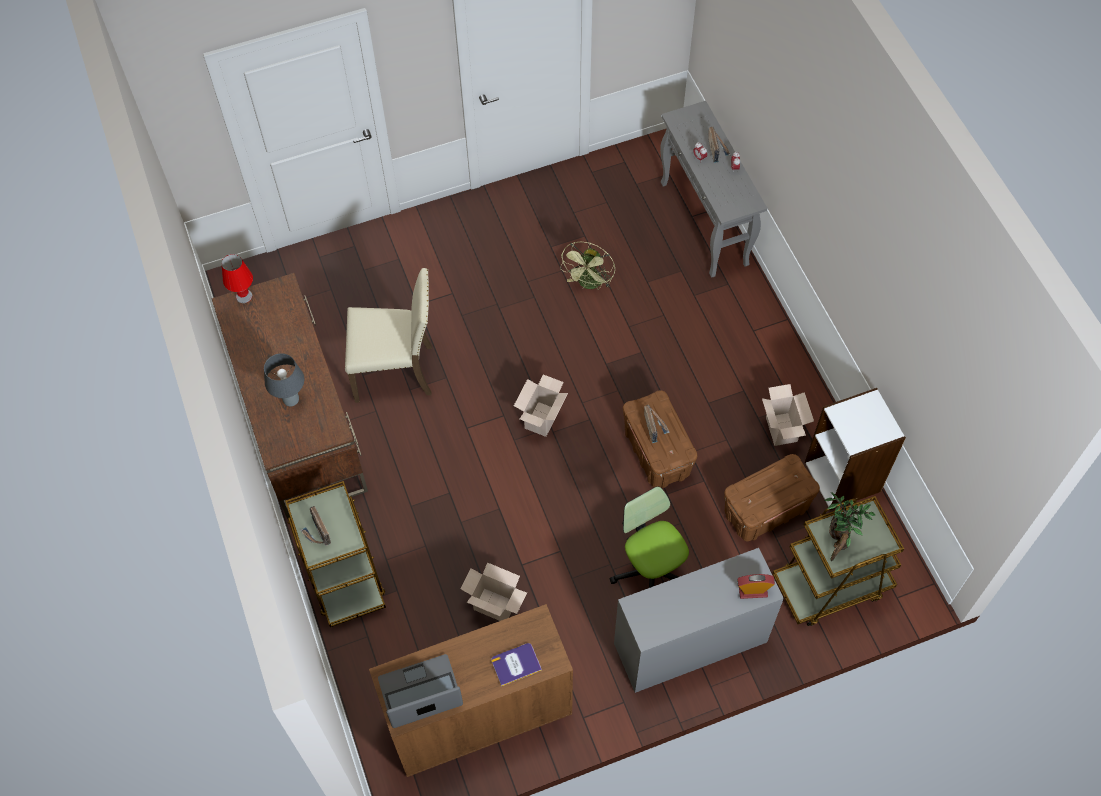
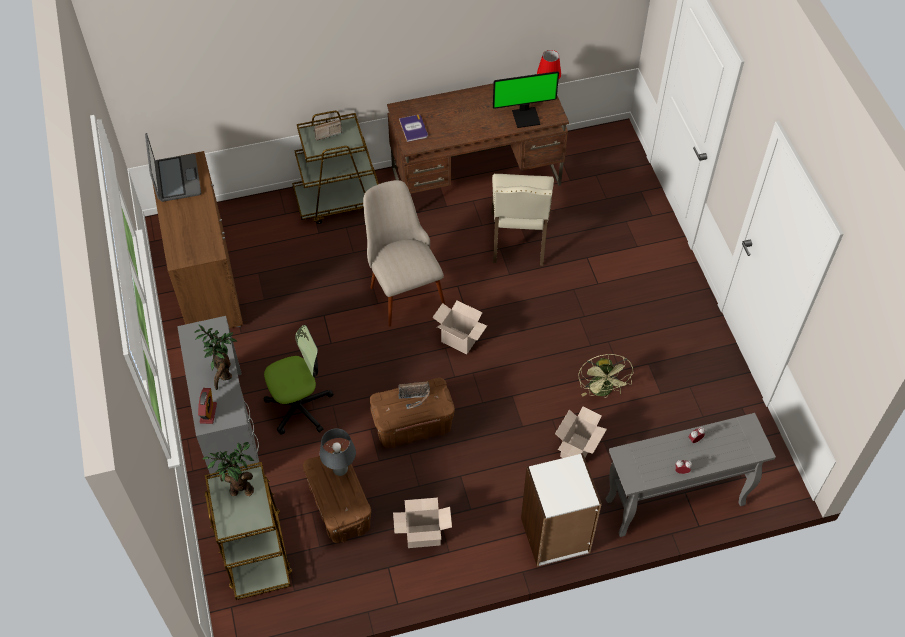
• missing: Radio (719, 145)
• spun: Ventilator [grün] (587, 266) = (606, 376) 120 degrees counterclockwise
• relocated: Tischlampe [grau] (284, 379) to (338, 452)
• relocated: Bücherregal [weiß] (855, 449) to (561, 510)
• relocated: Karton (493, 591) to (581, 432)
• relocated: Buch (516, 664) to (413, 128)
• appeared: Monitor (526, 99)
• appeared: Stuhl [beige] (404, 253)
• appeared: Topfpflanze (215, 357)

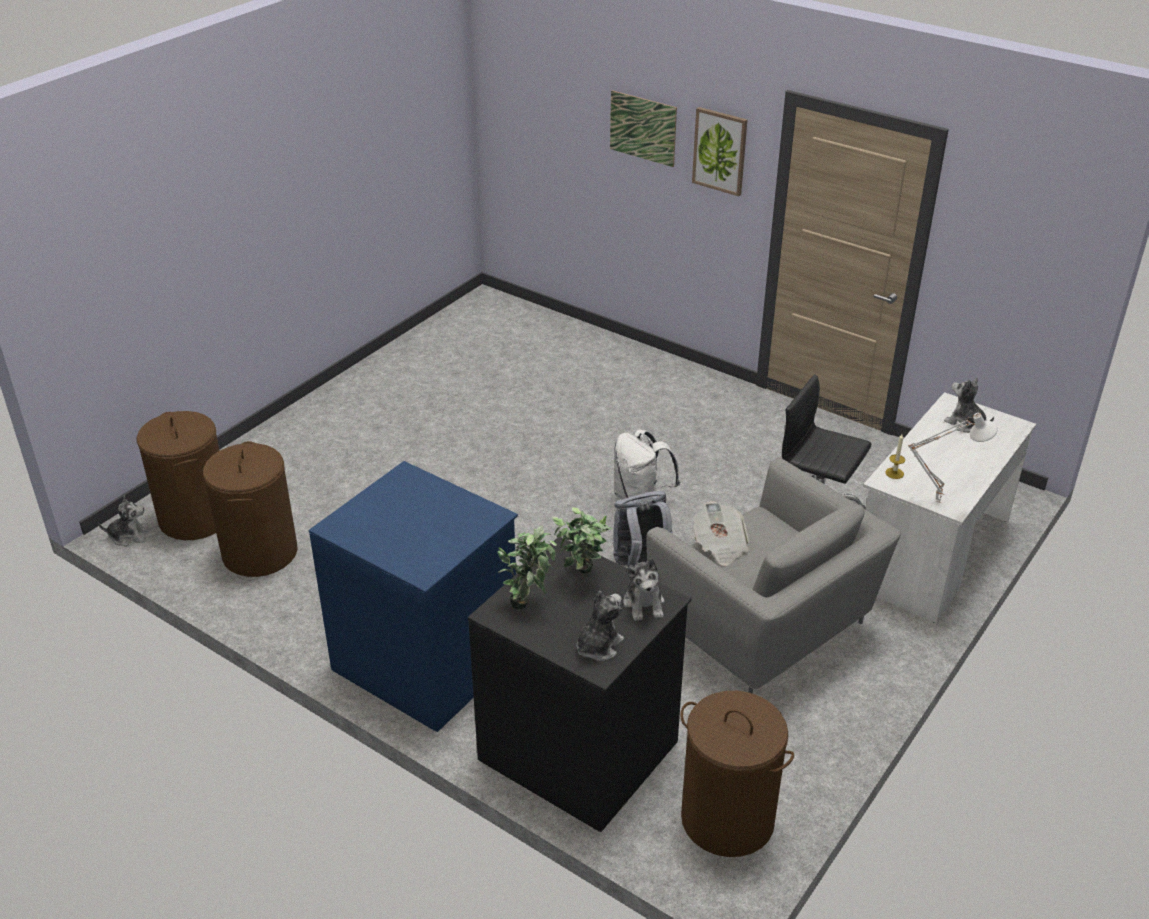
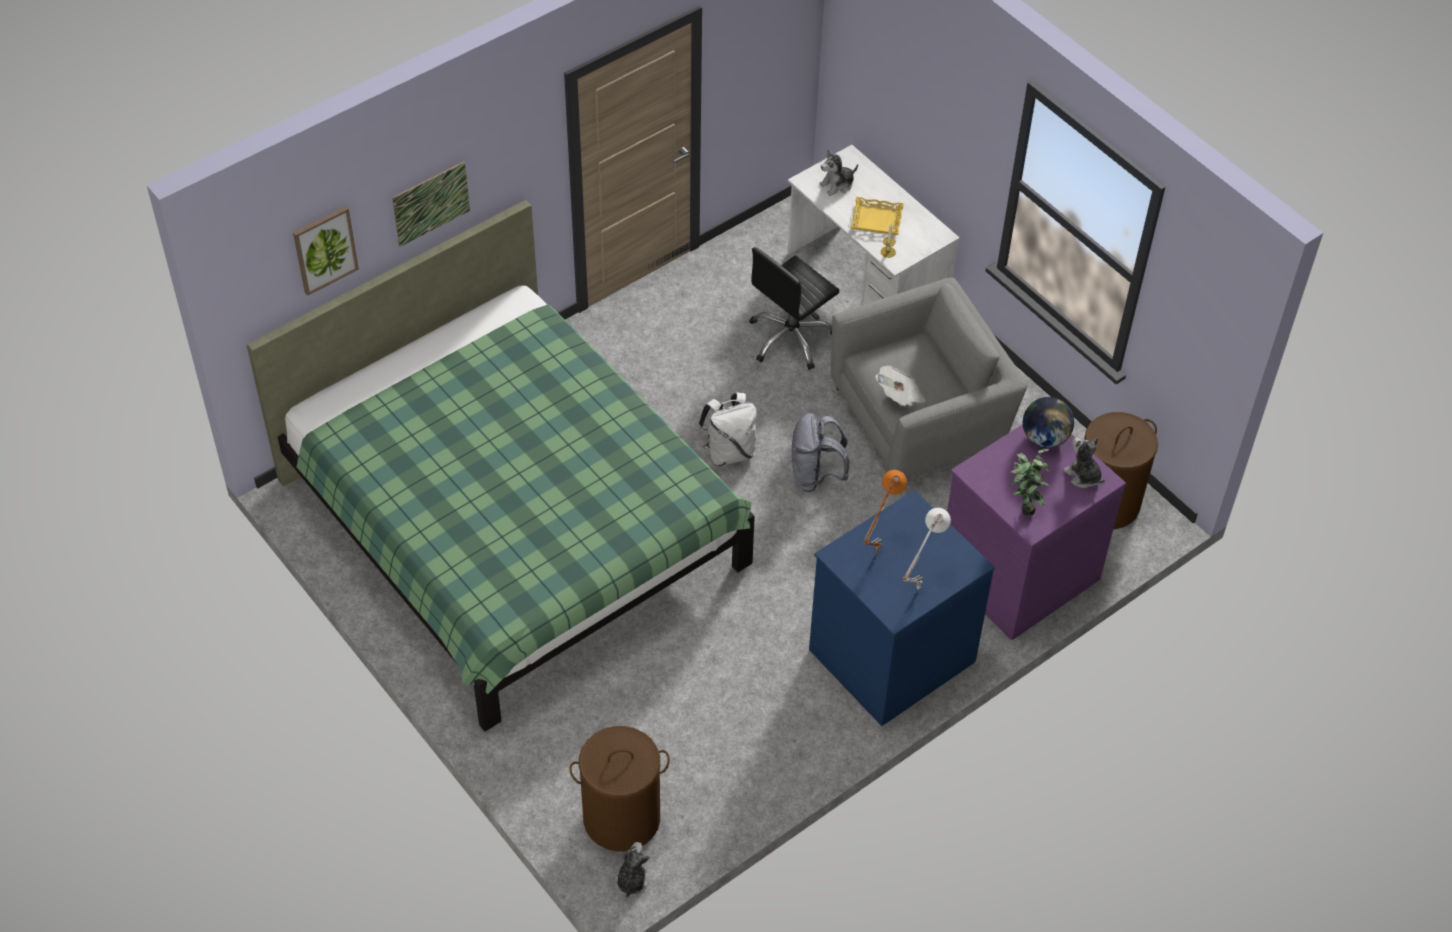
• relocated: Bild (719, 151) to (326, 251)
• relocated: Tischlampe [weiß] (953, 458) to (927, 549)
• missing: Wäschekorb [braun] (250, 509)
• missing: Topfpflanze (582, 540)
• colour: Kommode [schwarz] (580, 684) to Kommode [lila] (1036, 532)
• exchanged: Plüschtier (644, 589) to Globus (1048, 422)
• appeared: Tablett [gelb] (877, 216)
• appeared: Bett [grün] (501, 465)
• appeared: Tischlampe [orange] (885, 511)

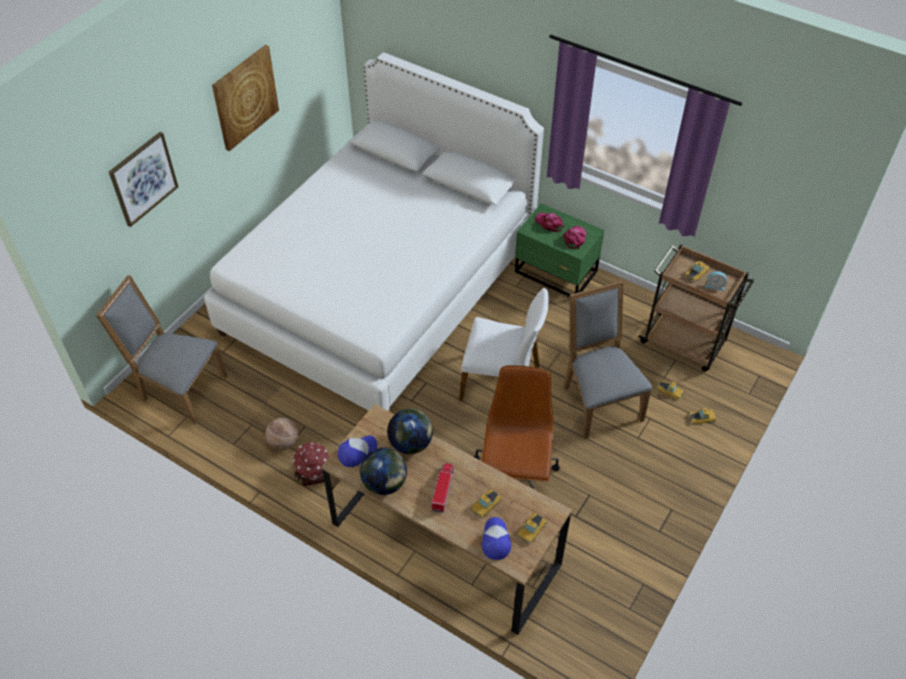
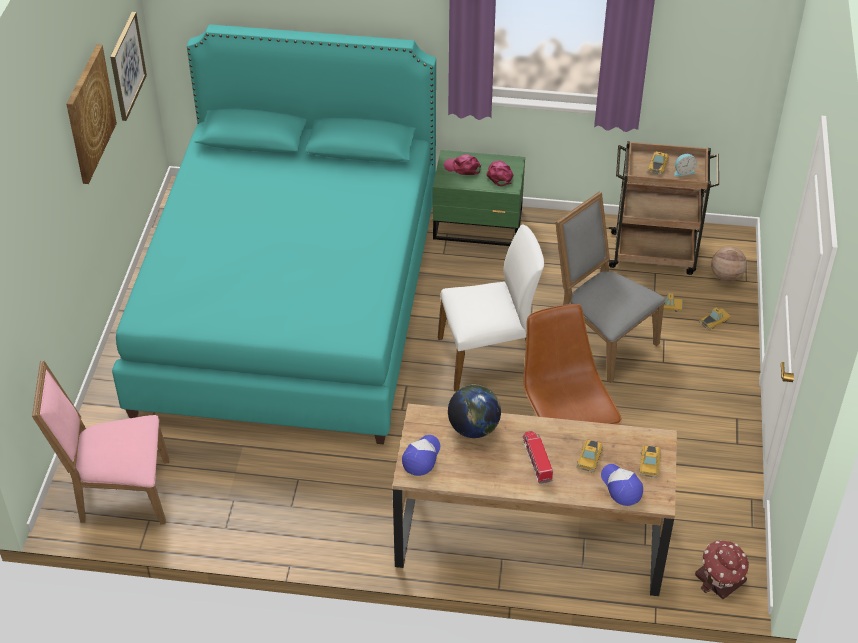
• colour: Bett [weiß] (374, 231) to Bett [türkis] (274, 234)
• relocated: Bild (143, 179) to (128, 66)
• colour: Stuhl [grau] (162, 349) to Stuhl [rosa] (100, 442)
• relocated: Basketball (282, 434) to (729, 264)
• relocated: Spielzeughaus (311, 464) to (722, 569)
• missing: Globus (383, 471)

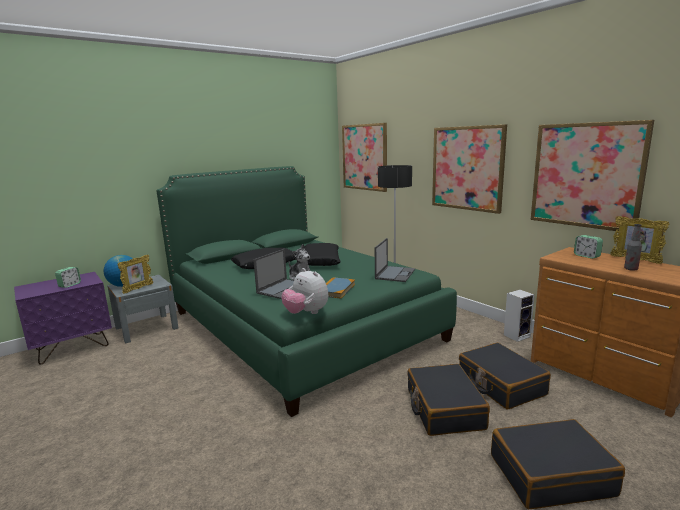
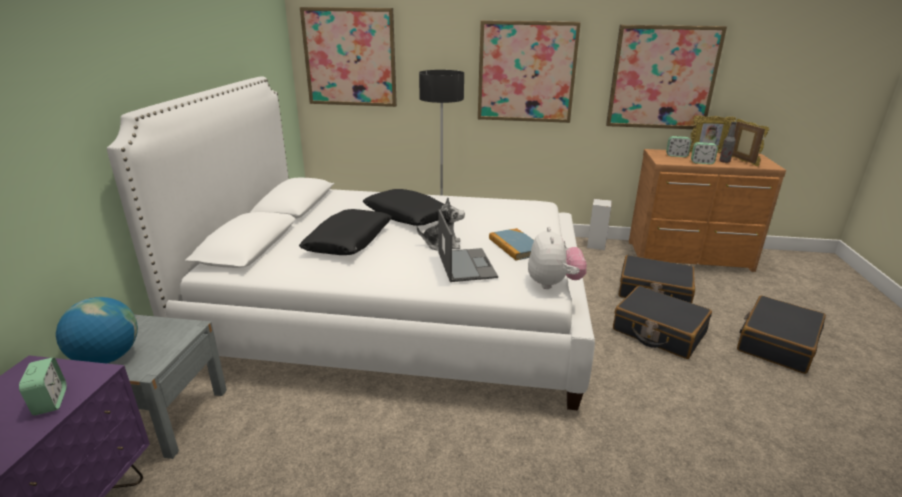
• colour: Bett [grün] (306, 291) to Bett [weiß] (351, 243)
• missing: Laptop (395, 260)
• relocated: Bilderrahmen (135, 274) to (750, 142)
• spun: Plüschtier (305, 291) = (557, 258) 90 degrees counterclockwise
• appeared: Wecker (704, 153)

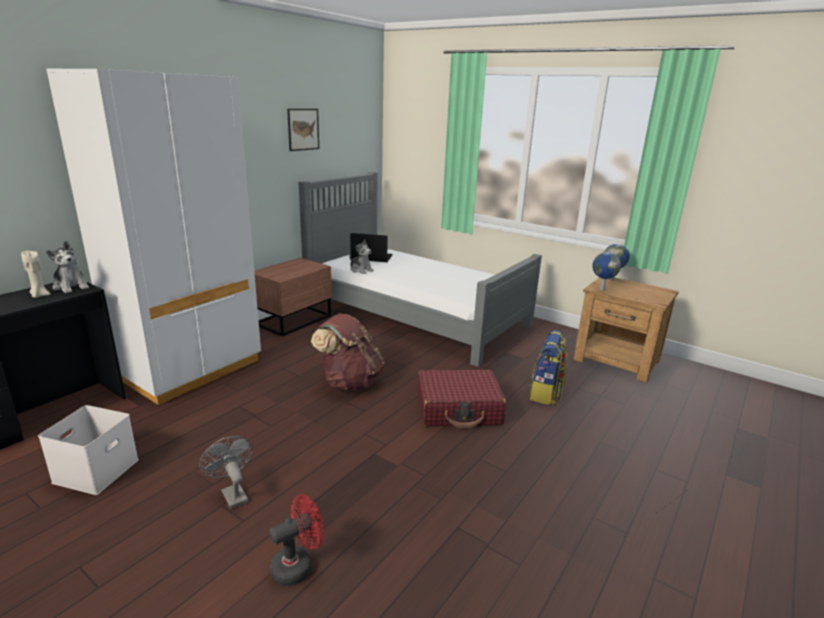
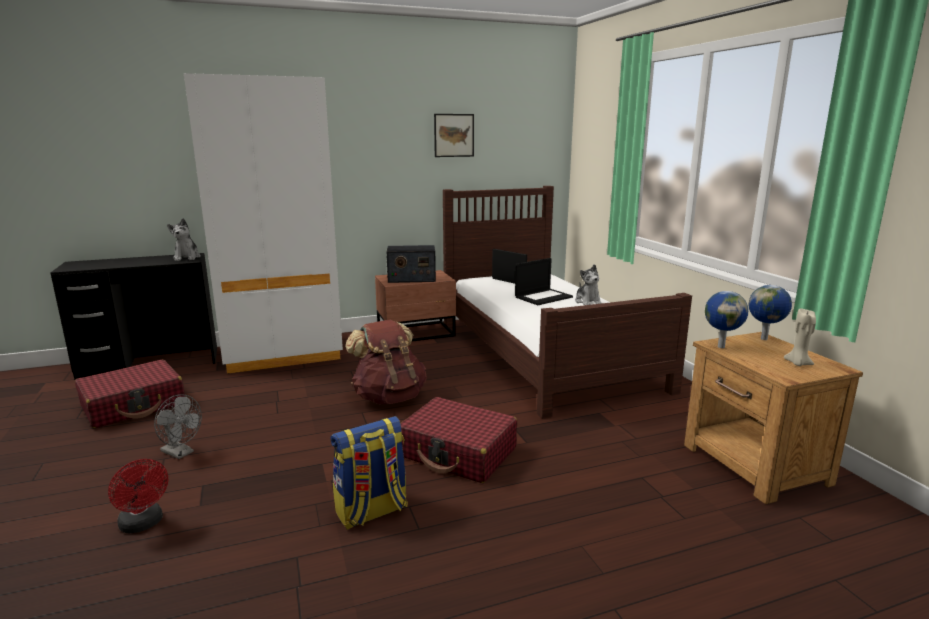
• colour: Bett [grau] (420, 269) to Bett [braun] (567, 302)
• relocated: Plüschtier (361, 256) to (588, 284)
• relocated: Kerze [beige] (36, 274) to (800, 337)
• relocated: Rucksack (548, 367) to (369, 473)
• exchanged: Aufbewahrungsbox [weiß] (88, 450) to Koffer [rot] (130, 394)
• spun: Ventilator [grau] (226, 472) = (178, 426) 120 degrees clockwise
• spun: Ventilator [rot] (296, 540) = (138, 496) 45 degrees clockwise
• appeared: Radio (411, 264)
• appeared: Laptop (544, 281)

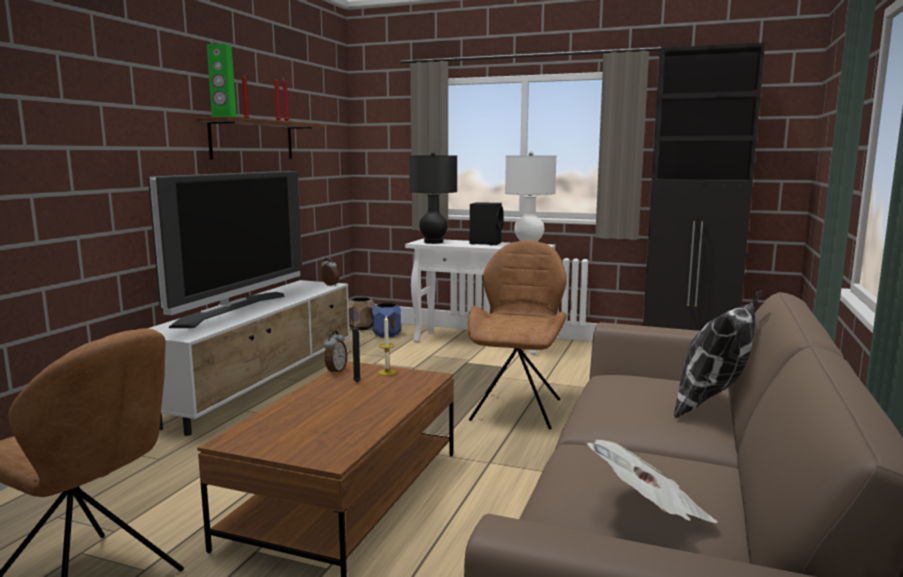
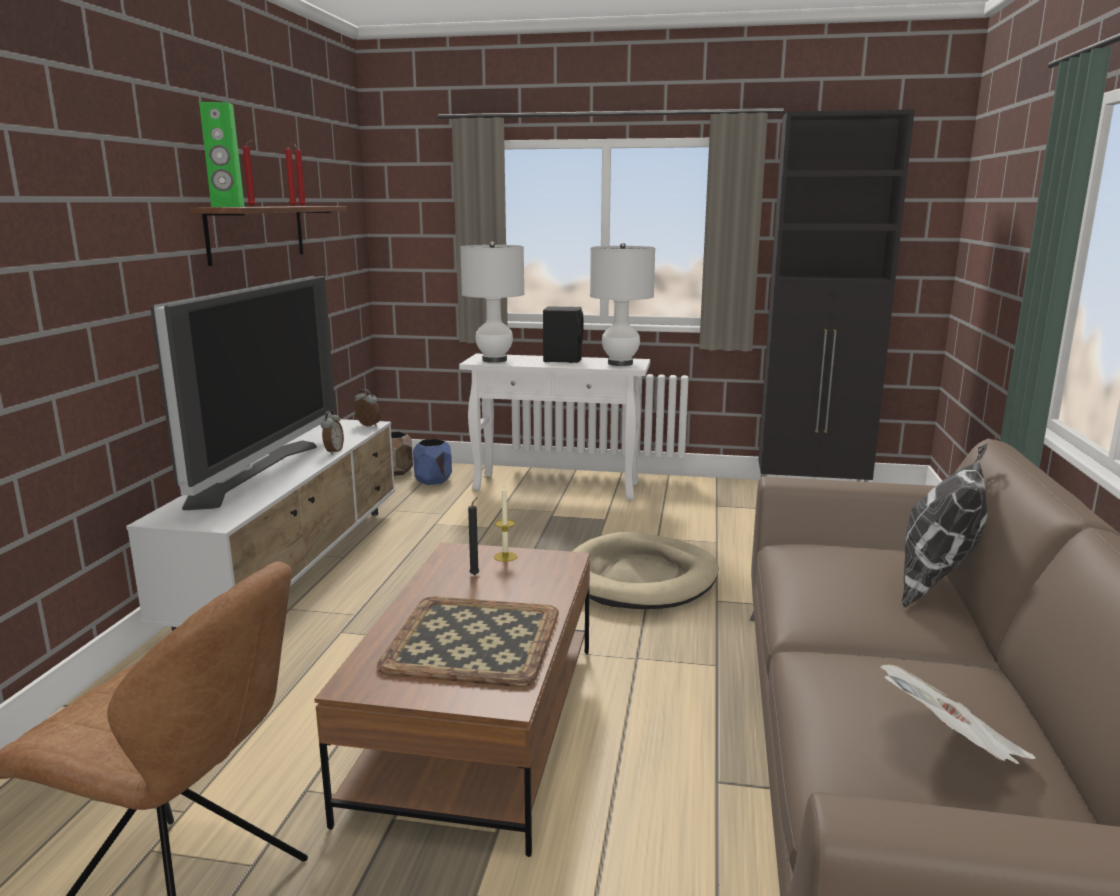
• colour: Tischlampe [schwarz] (433, 198) to Tischlampe [weiß] (492, 302)
• exchanged: Stuhl [braun] (517, 335) to Hundebett [beige] (644, 570)
• relocated: Wecker (335, 352) to (332, 432)
• appeared: Tablett (468, 641)

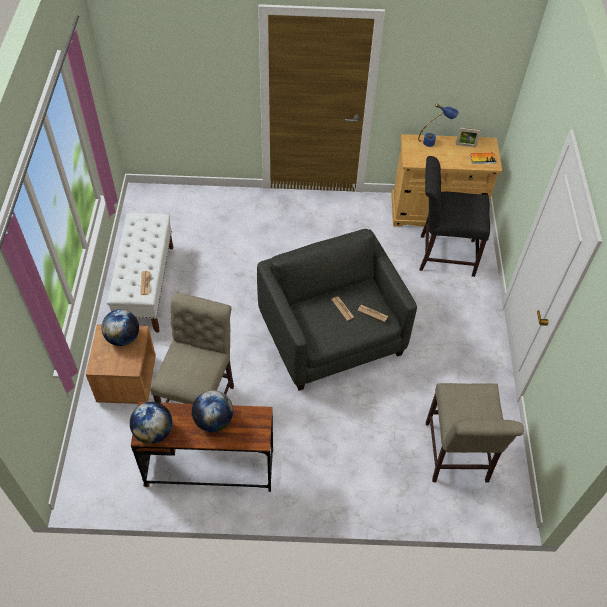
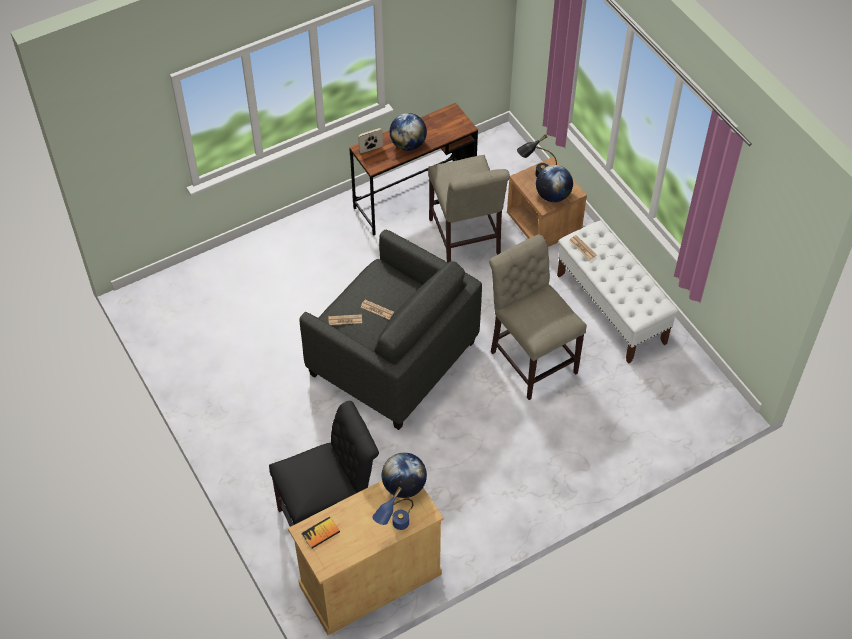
• relocated: Bilderrahmen (468, 137) to (370, 140)
• relocated: Stuhl [beige] (475, 432) to (538, 317)
• relocated: Globus (151, 423) to (404, 475)
• appeared: Tischlampe [schwarz] (537, 155)

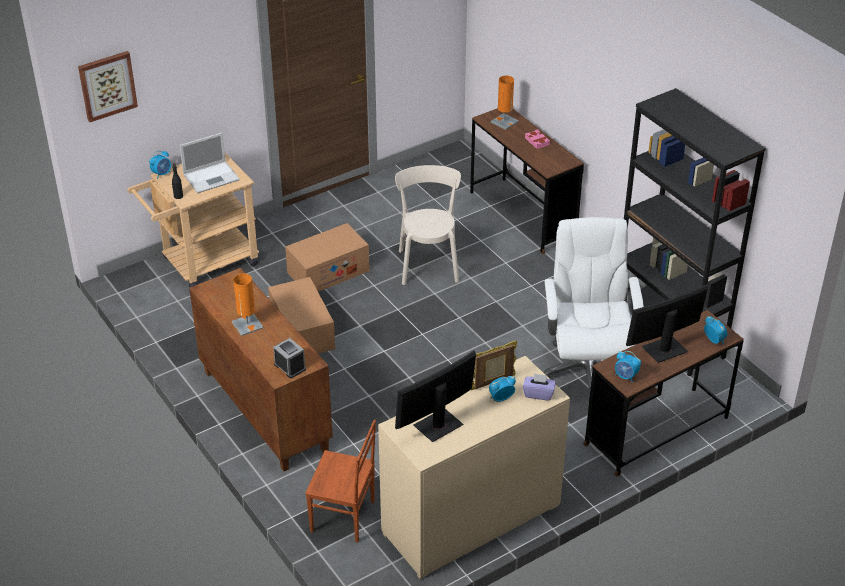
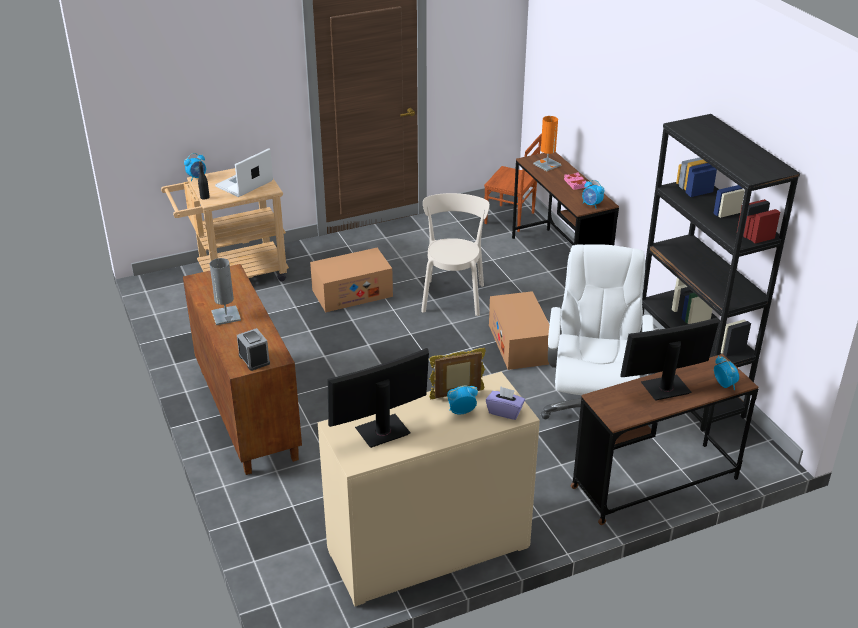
• missing: Bild (108, 86)
• spun: Laptop (210, 162) = (244, 172) 150 degrees clockwise
• colour: Tischlampe [orange] (247, 304) to Tischlampe [grau] (225, 291)
• relocated: Karton (301, 315) to (519, 330)
• relocated: Wecker (628, 366) to (593, 194)
• relocated: Stuhl [braun] (340, 481) to (513, 183)

